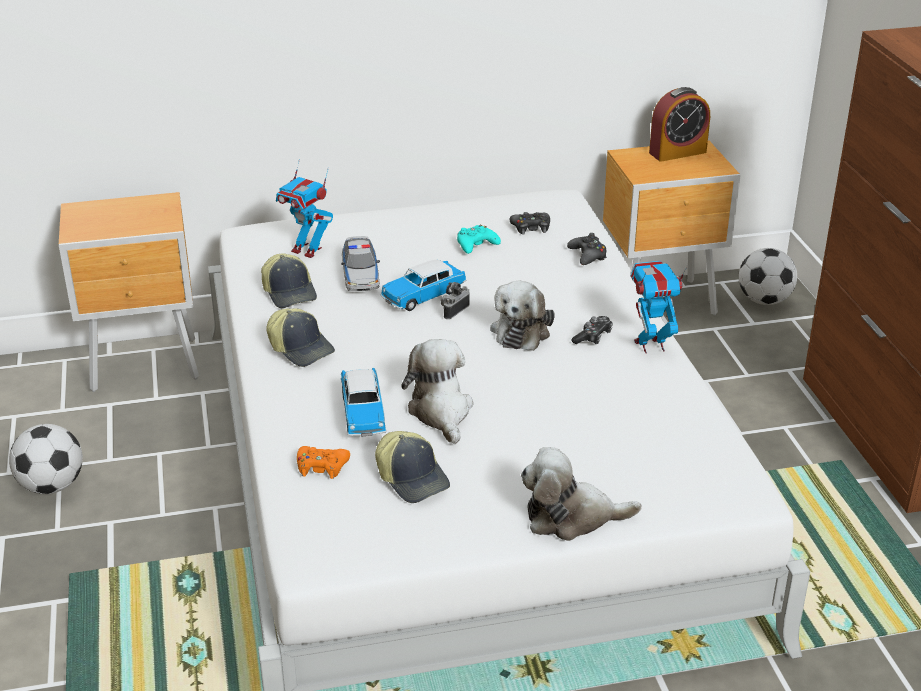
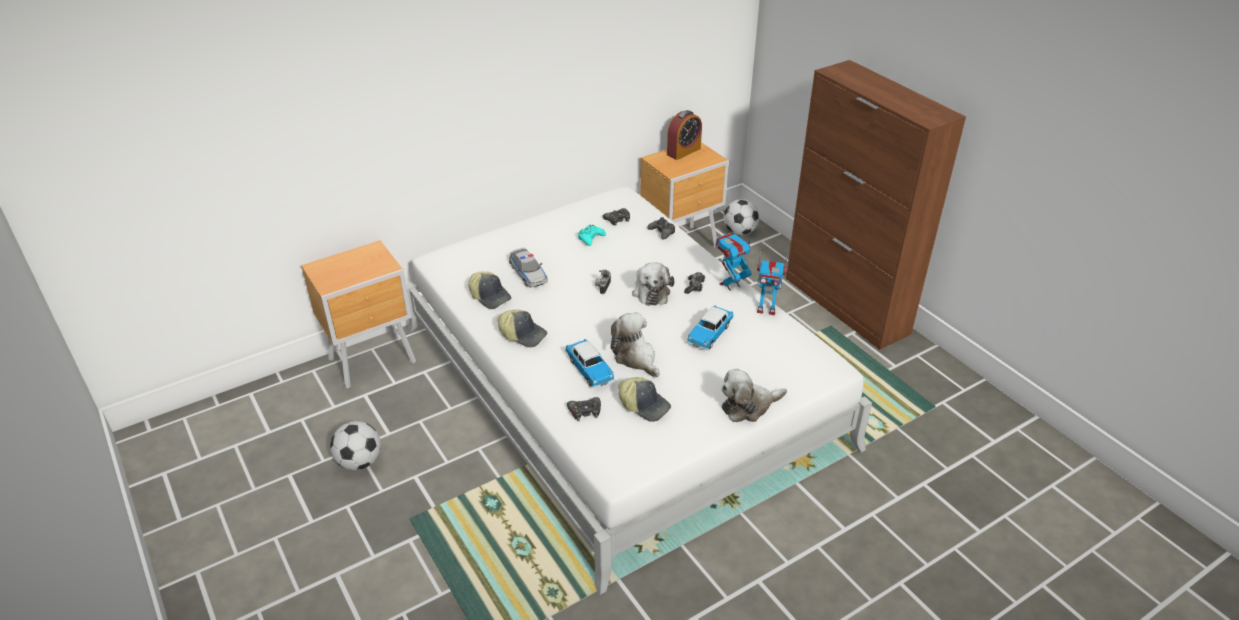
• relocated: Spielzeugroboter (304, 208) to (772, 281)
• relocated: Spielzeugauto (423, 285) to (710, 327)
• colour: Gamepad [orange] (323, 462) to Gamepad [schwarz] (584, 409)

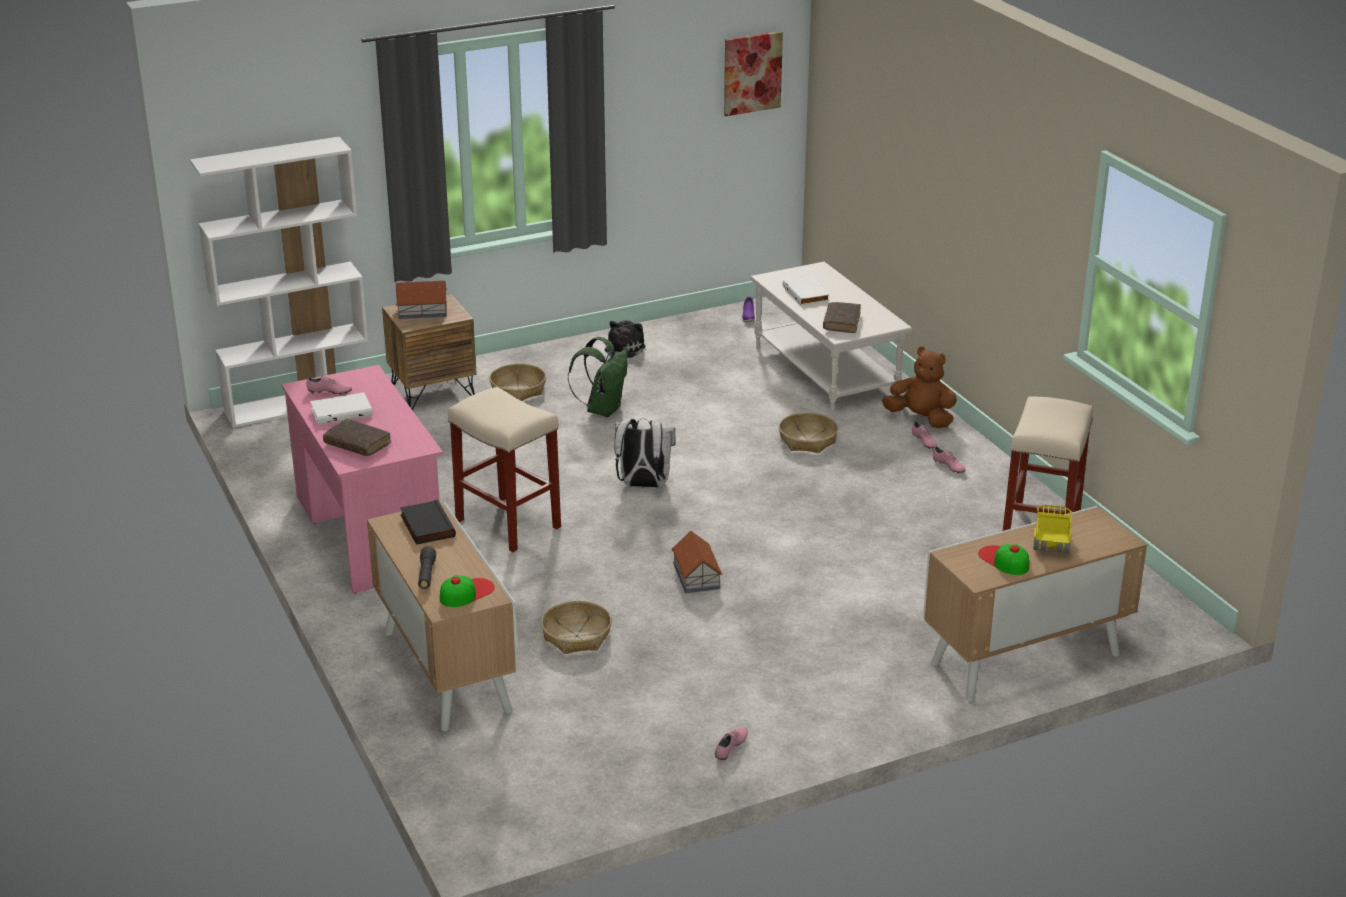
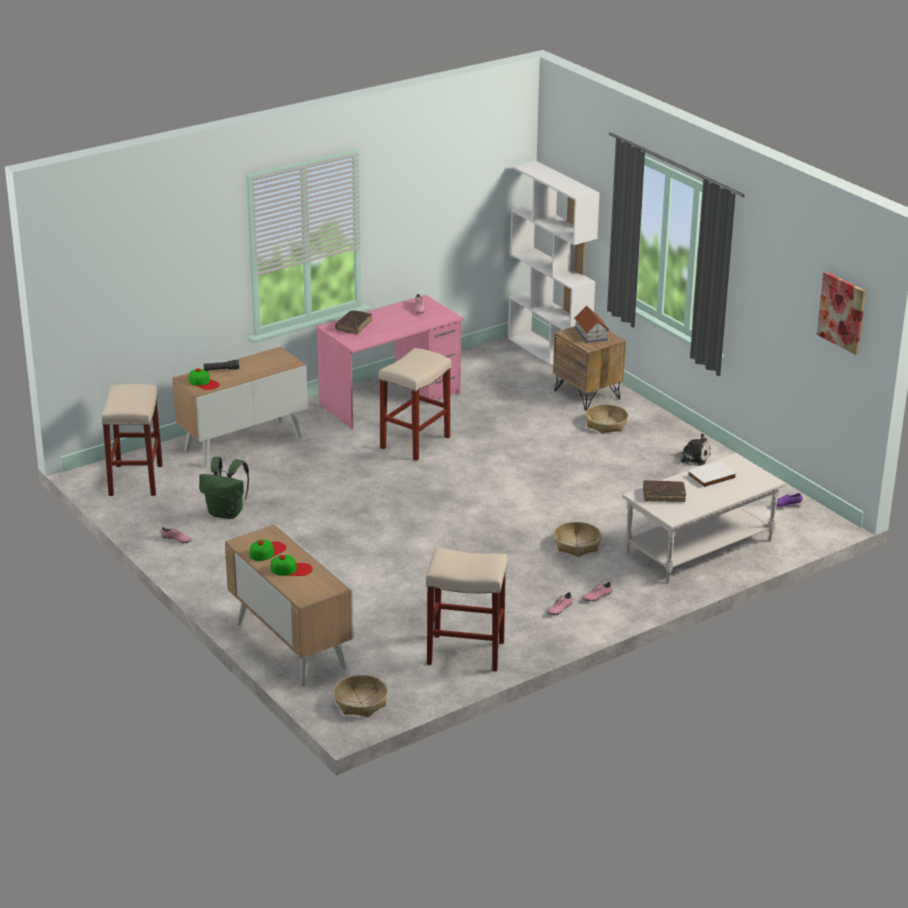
• relocated: Rucksack [grün] (598, 377) to (224, 488)
• missing: Plüschtier [braun] (919, 387)
• missing: Buch [weiß] (341, 409)
• missing: Rucksack [weiß] (645, 453)
• missing: Buch [schwarz] (428, 522)
• exchanged: Spielzeuglaster (1052, 529) to Kappe (292, 565)
• missing: Spielzeughaus (696, 562)
• relocated: Korb (576, 627) to (360, 696)
• appeared: Hocker [beige] (132, 440)

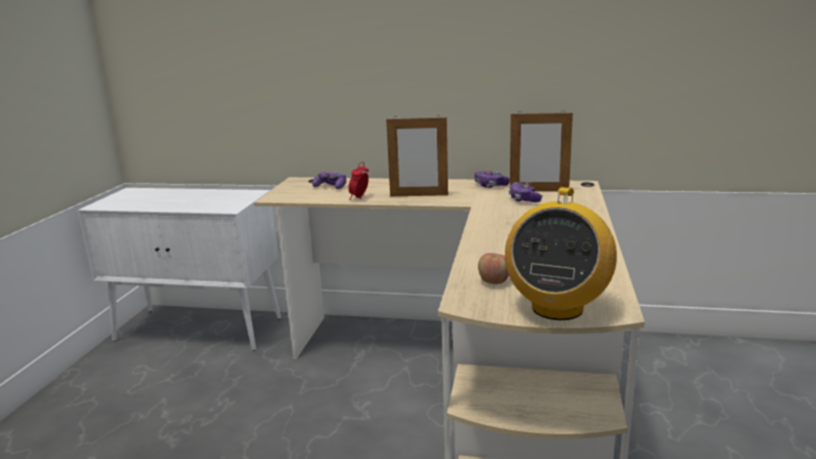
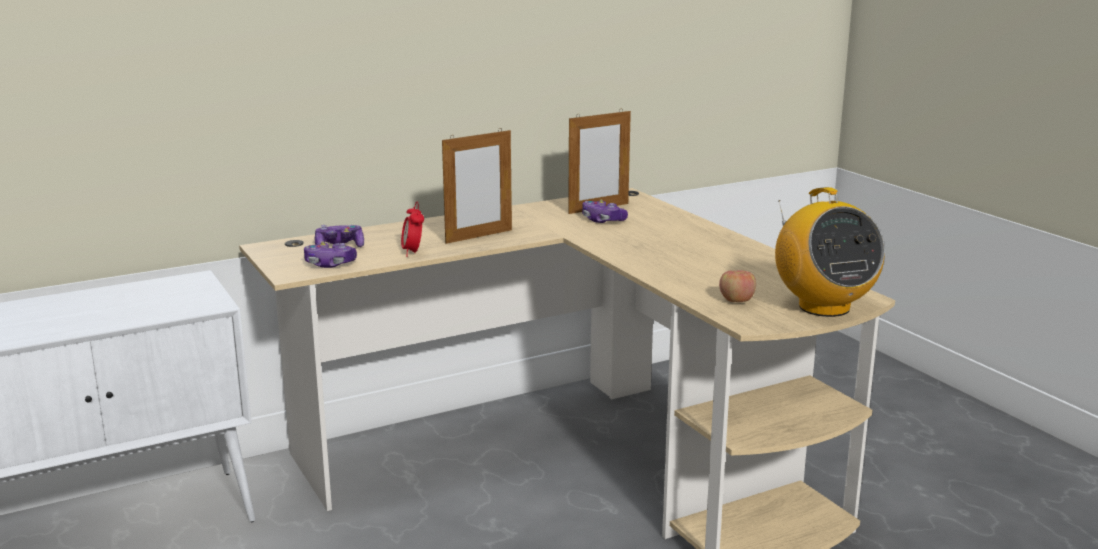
• relocated: Gamepad (492, 179) to (330, 255)

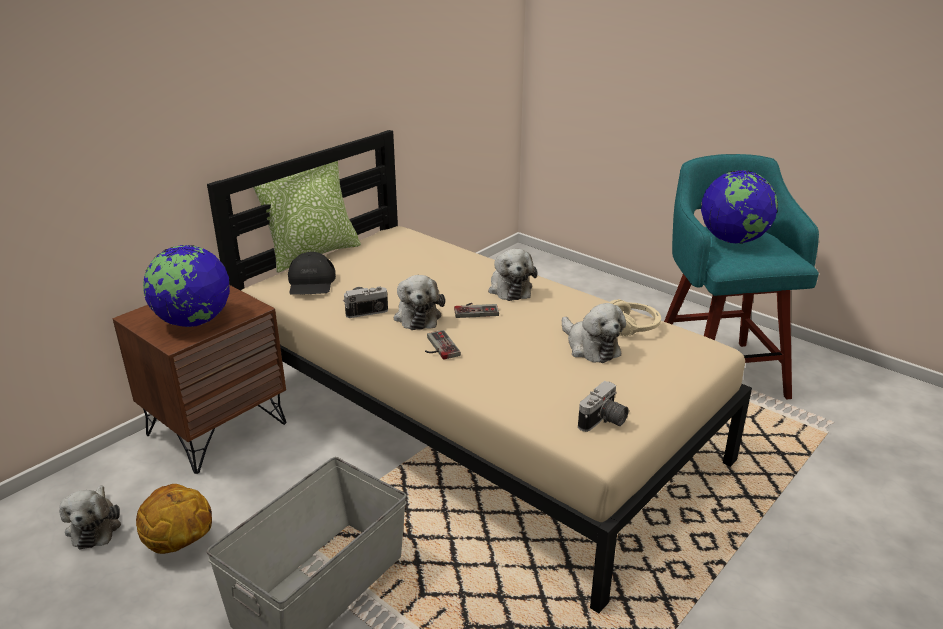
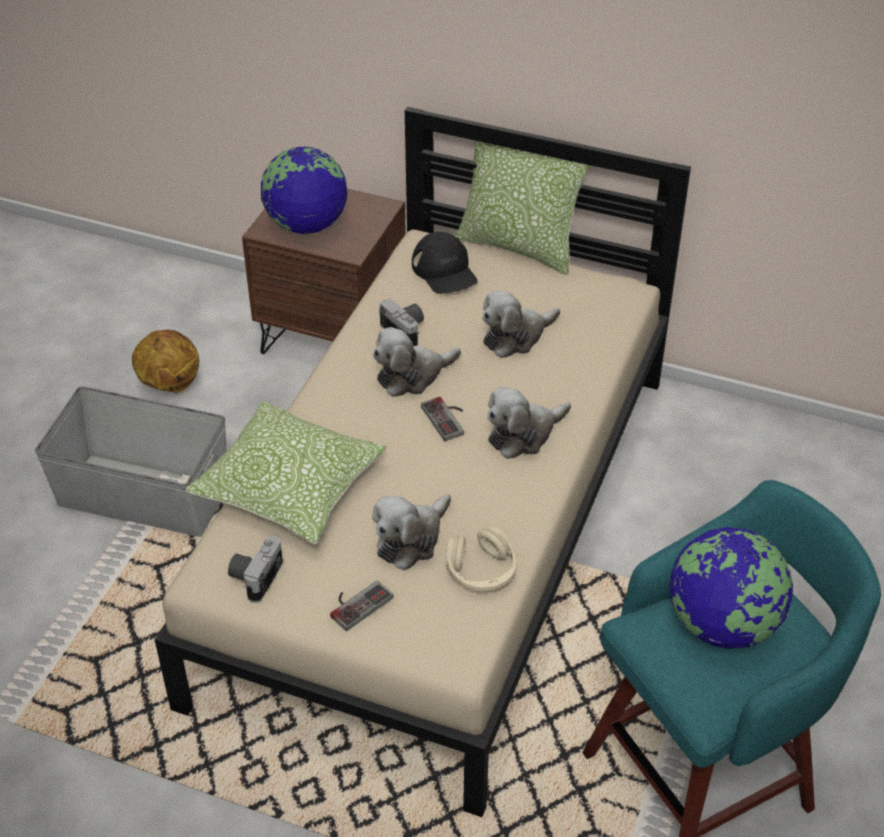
• spun: Kappe [schwarz] (312, 273) = (445, 263) 90 degrees counterclockwise
• relocated: Gamepad (443, 345) to (362, 605)
• spun: Kamera (603, 406) = (255, 569) 90 degrees clockwise
• relocated: Plüschtier (90, 517) to (521, 324)
• appeared: Kissen (286, 472)

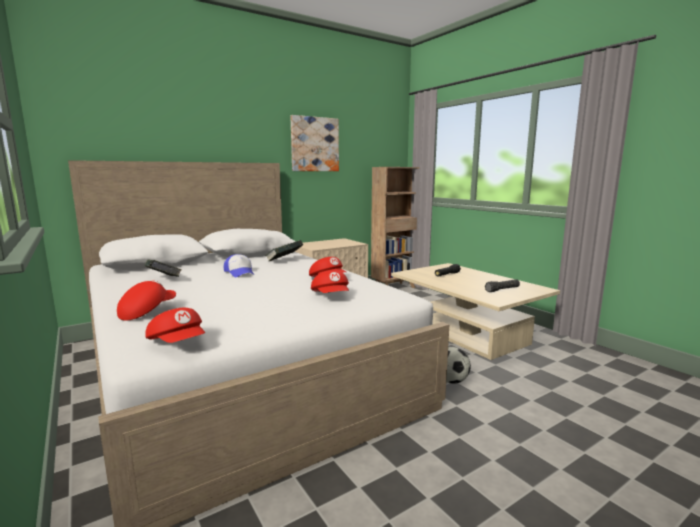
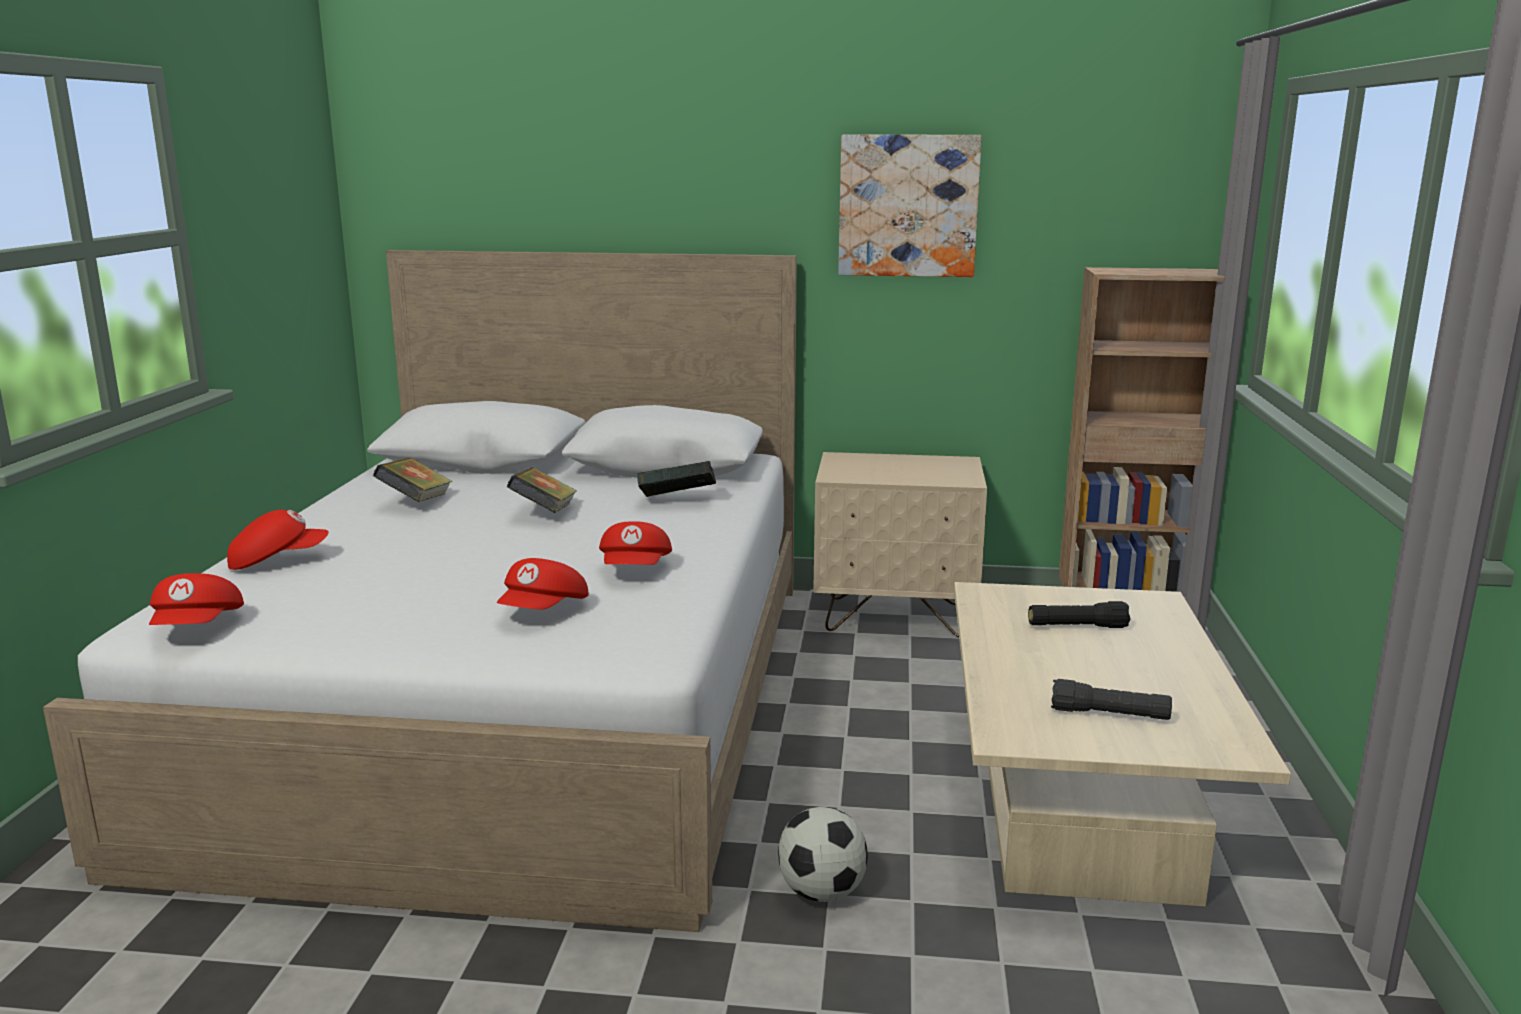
• exchanged: Kappe (239, 265) to Buch (542, 490)

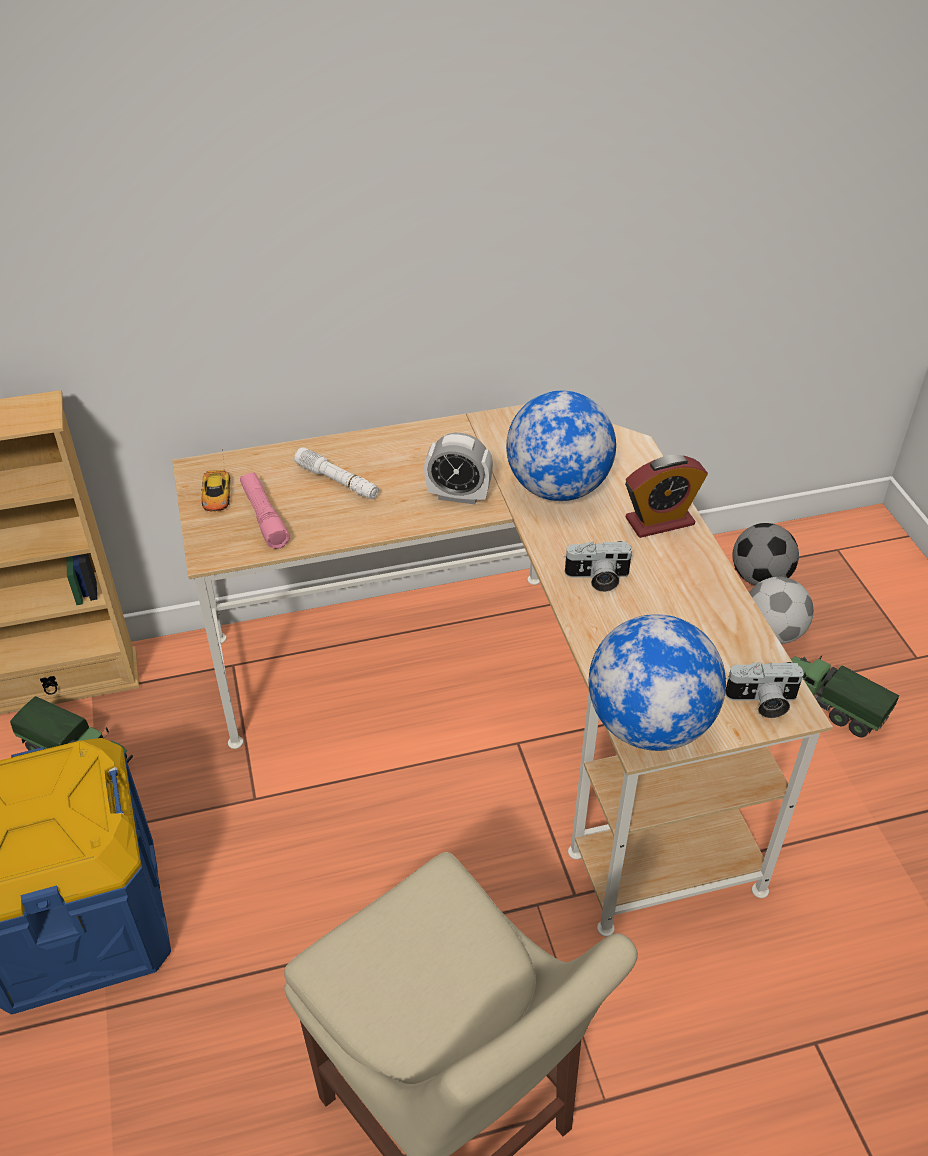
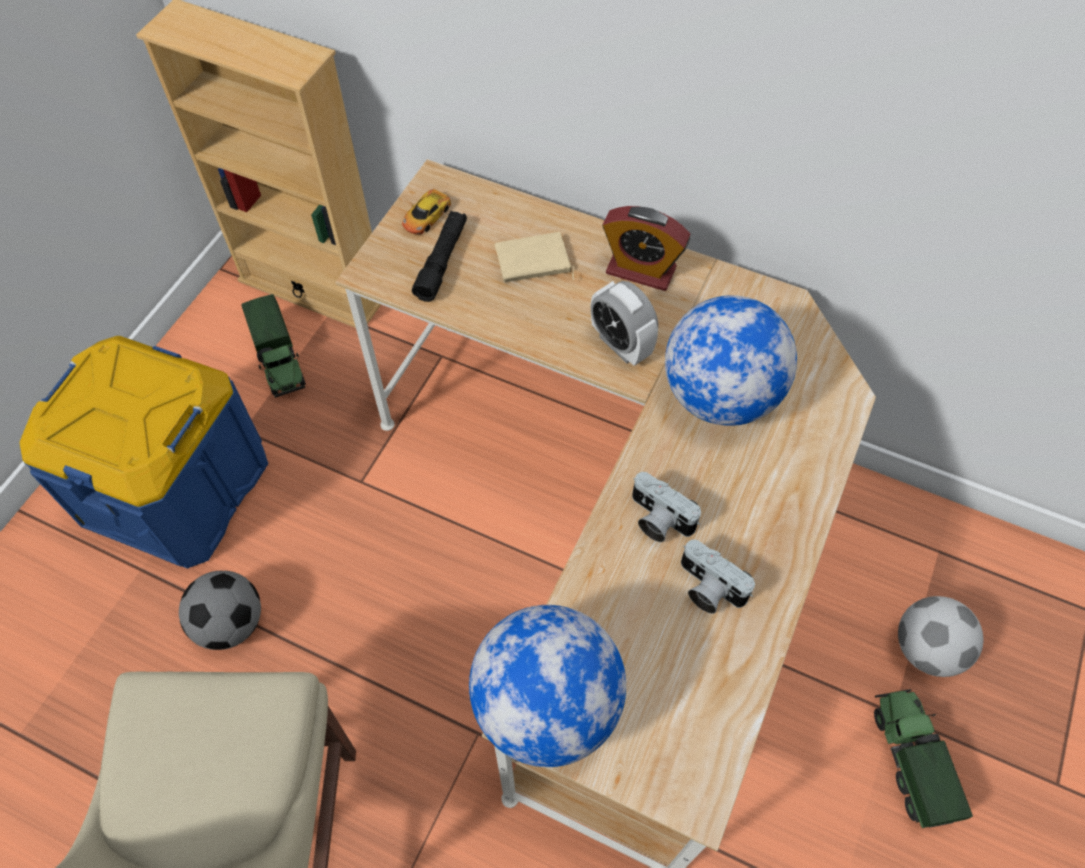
• exchanged: Taschenlampe [weiß] (336, 473) to Buch [beige] (534, 257)
• relocated: Wecker (666, 496) to (646, 248)
• colour: Taschenlampe [rosa] (265, 511) to Taschenlampe [schwarz] (439, 256)
• relocated: Fußball (766, 554) to (220, 610)
• relocated: Kamera (764, 690) to (718, 577)

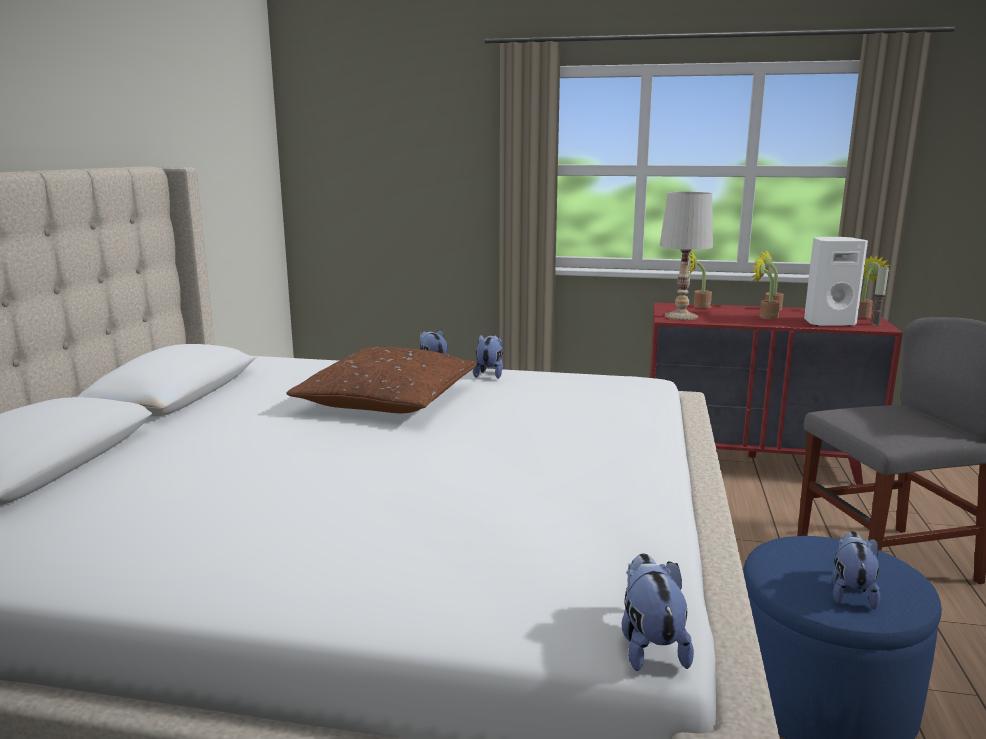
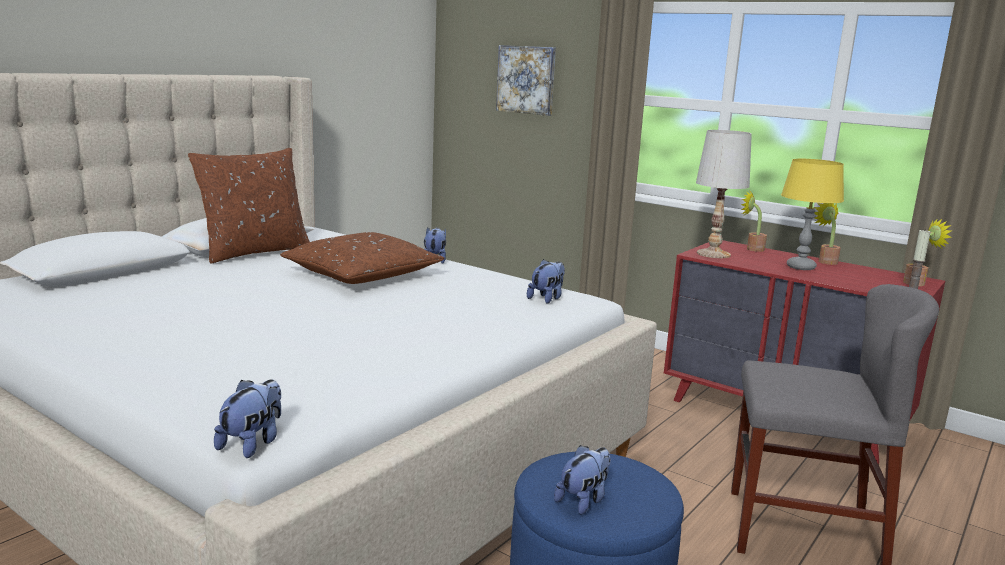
• missing: Lautsprecher [weiß] (836, 281)
• exchanged: Topfpflanze (766, 287) to Tischlampe [gelb] (812, 214)
• relocated: Plüschtier (488, 357) to (546, 281)
• appeared: Bild (526, 80)
• appeared: Kissen [braun] (249, 205)

